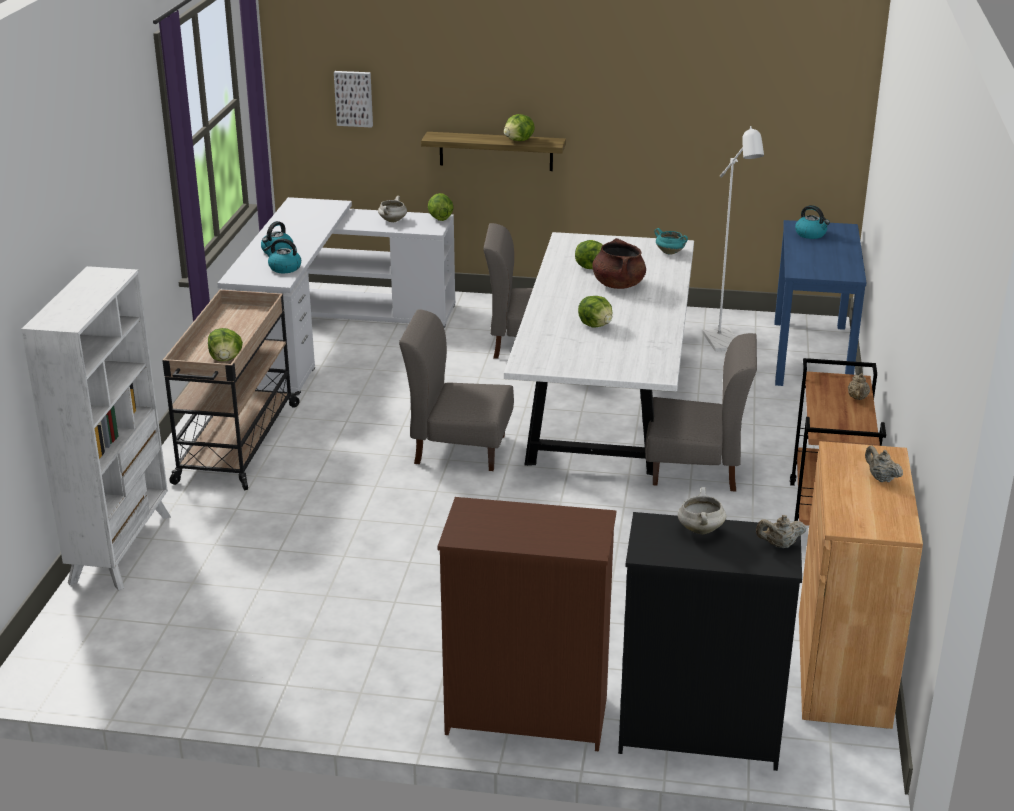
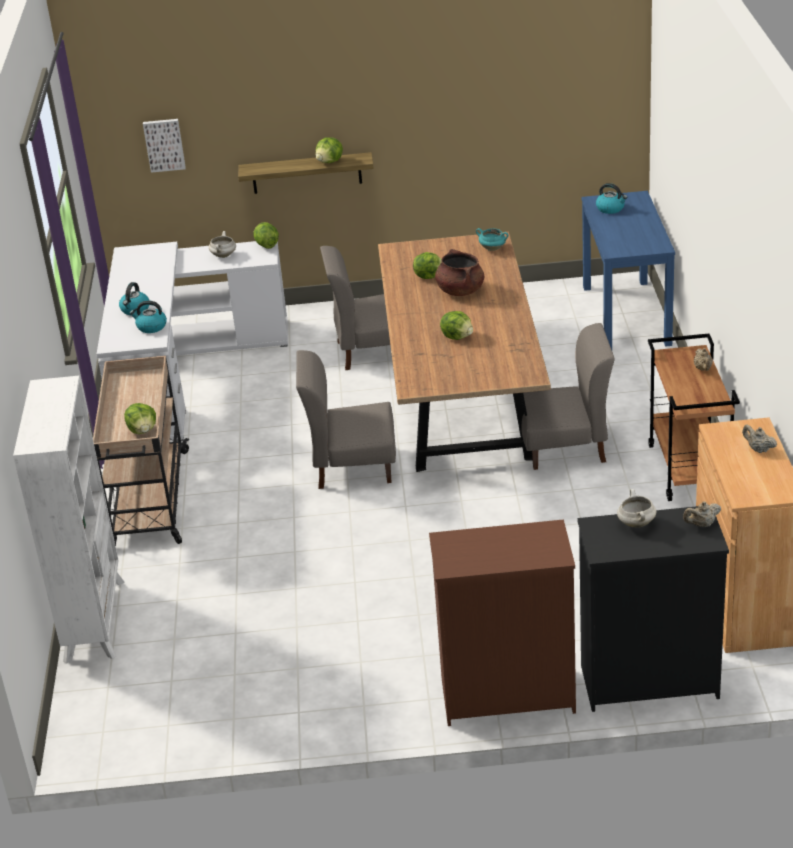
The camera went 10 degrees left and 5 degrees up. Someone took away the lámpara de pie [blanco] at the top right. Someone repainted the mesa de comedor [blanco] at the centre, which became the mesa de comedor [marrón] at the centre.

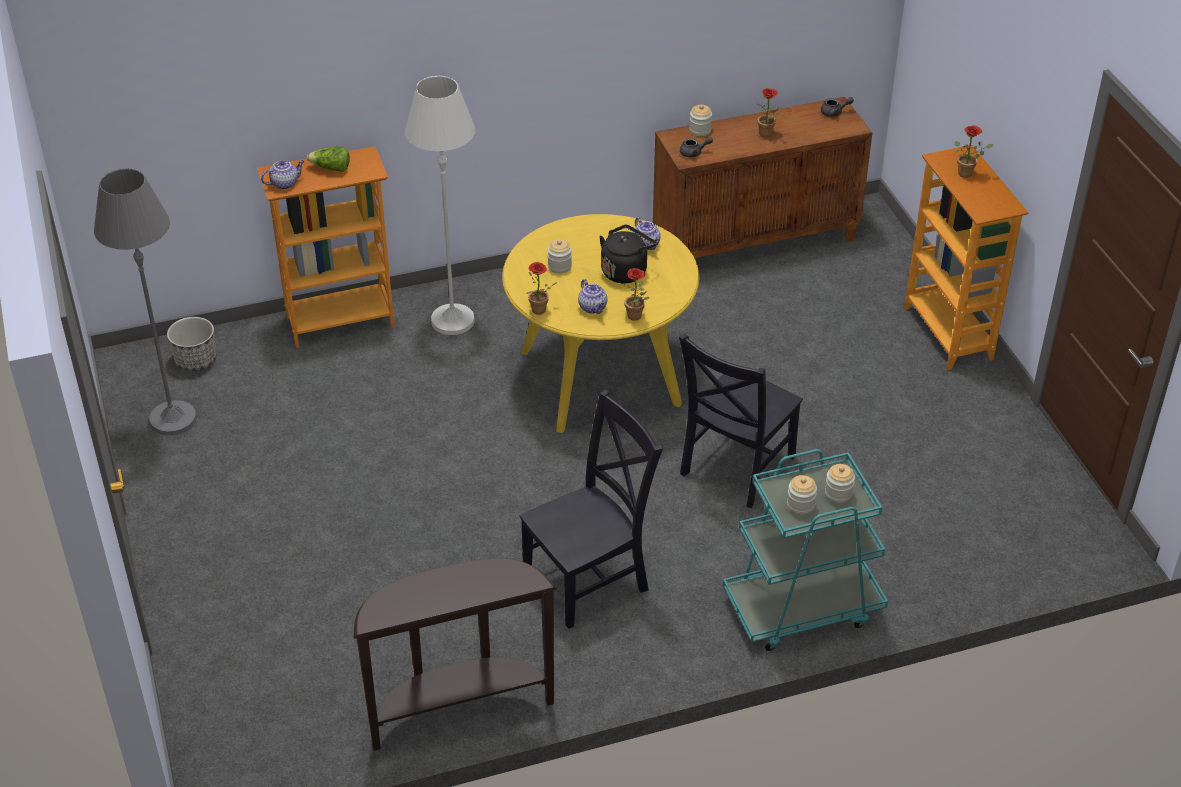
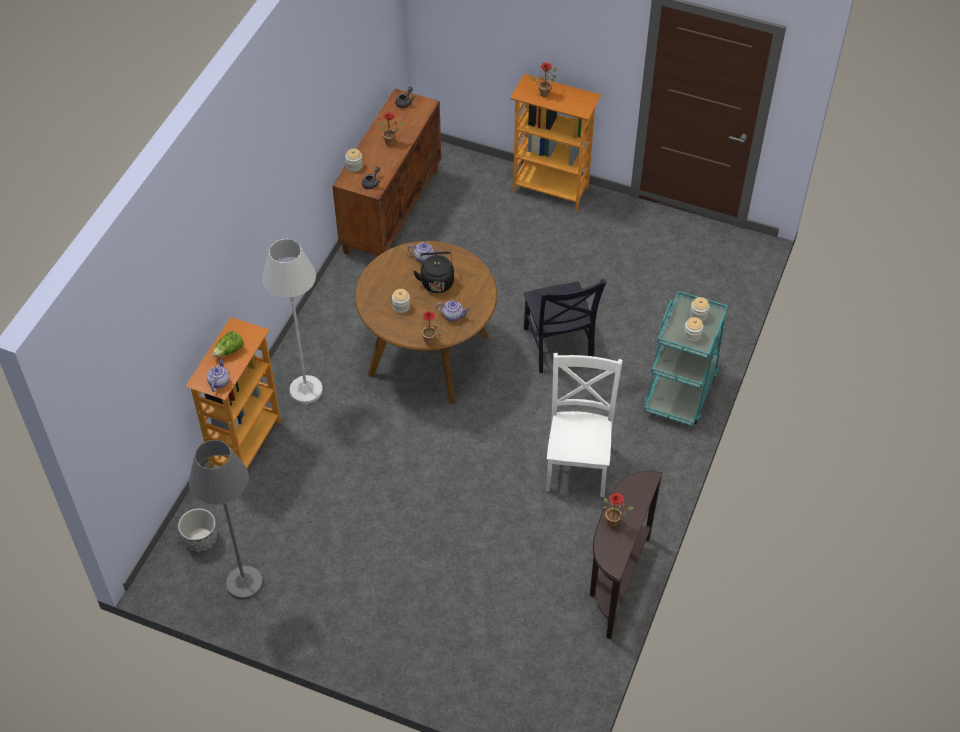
The camera went 50 degrees left and 10 degrees up. Someone repainted the mesa de comedor [amarillo] at the centre, which became the mesa de comedor [marrón] at the centre. Someone carried the planta en maceta (2nd from left in the first image) from the centre to the bottom centre. Someone repainted the silla [negro] (1st from left) at the centre, which became the silla [blanco] at the centre.

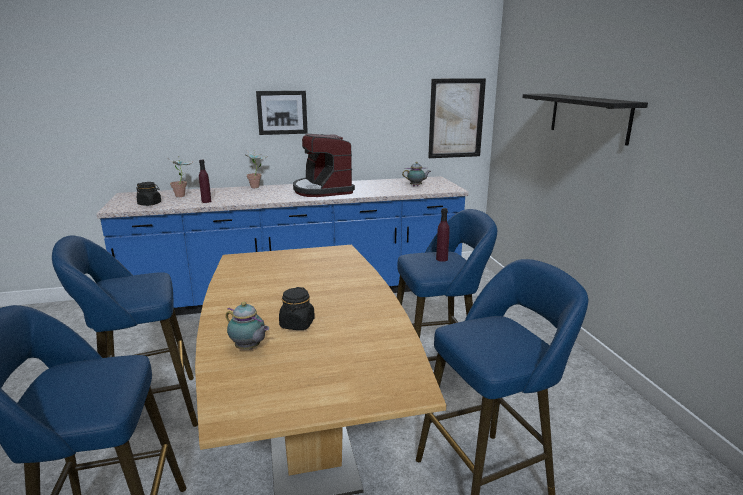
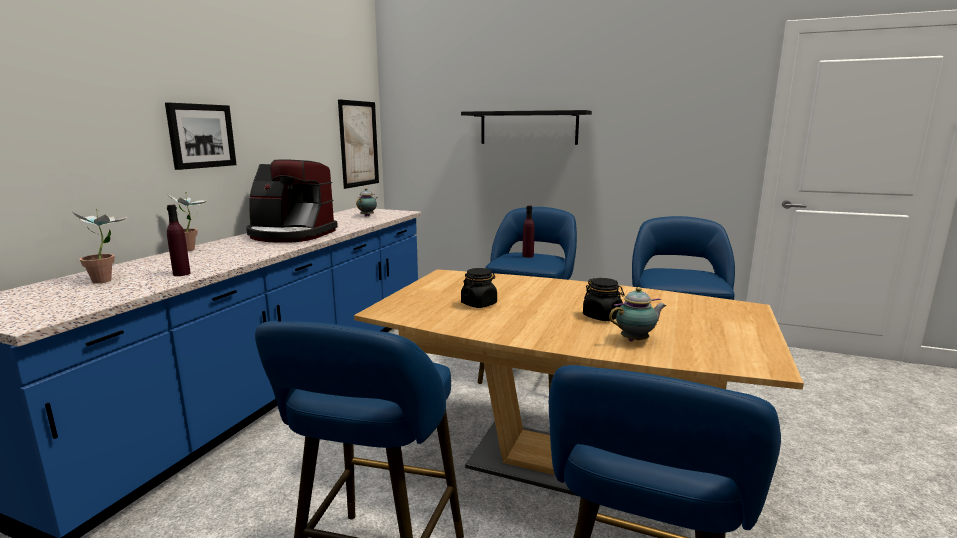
The camera went 55 degrees left and 5 degrees down. Someone carried the tarro [negro] (1st from left) from the middle left to the centre.

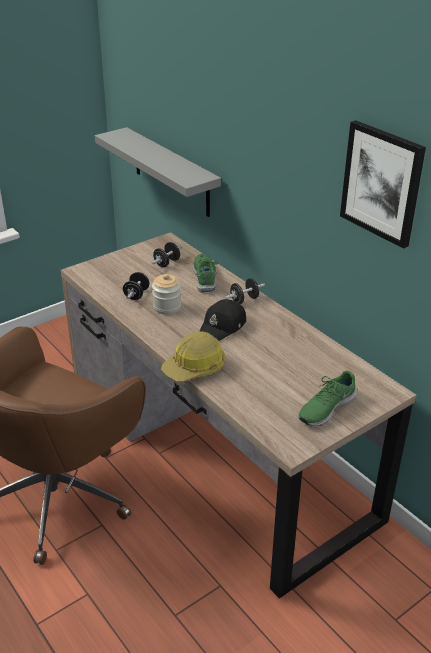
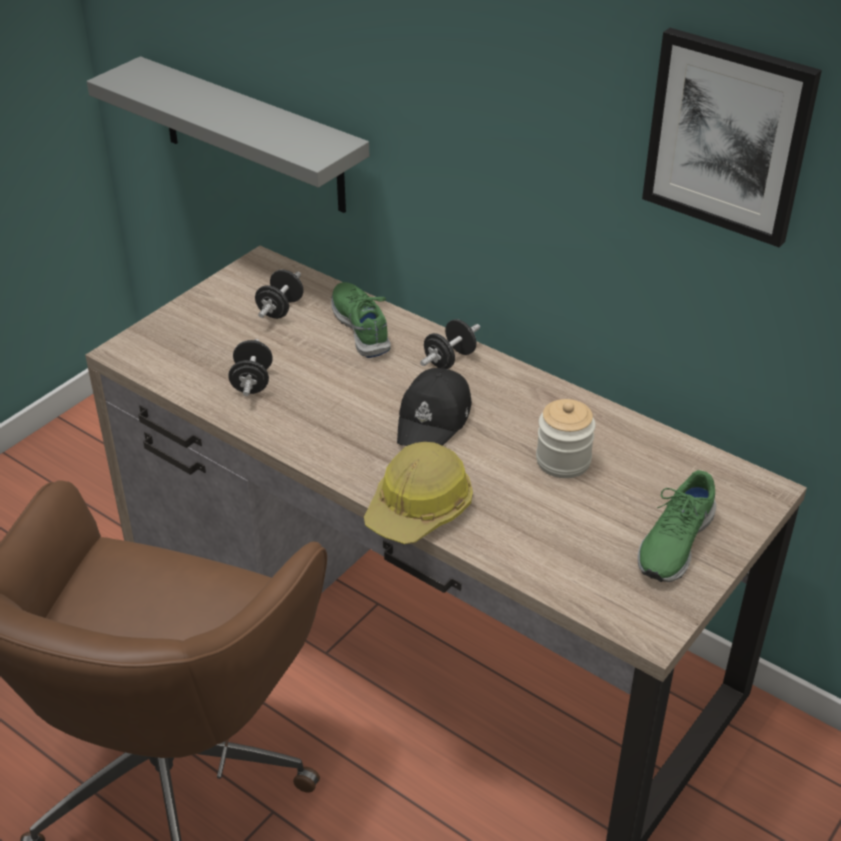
The camera went 15 degrees left and 5 degrees up. Someone carried the tarro from the centre to the middle right.

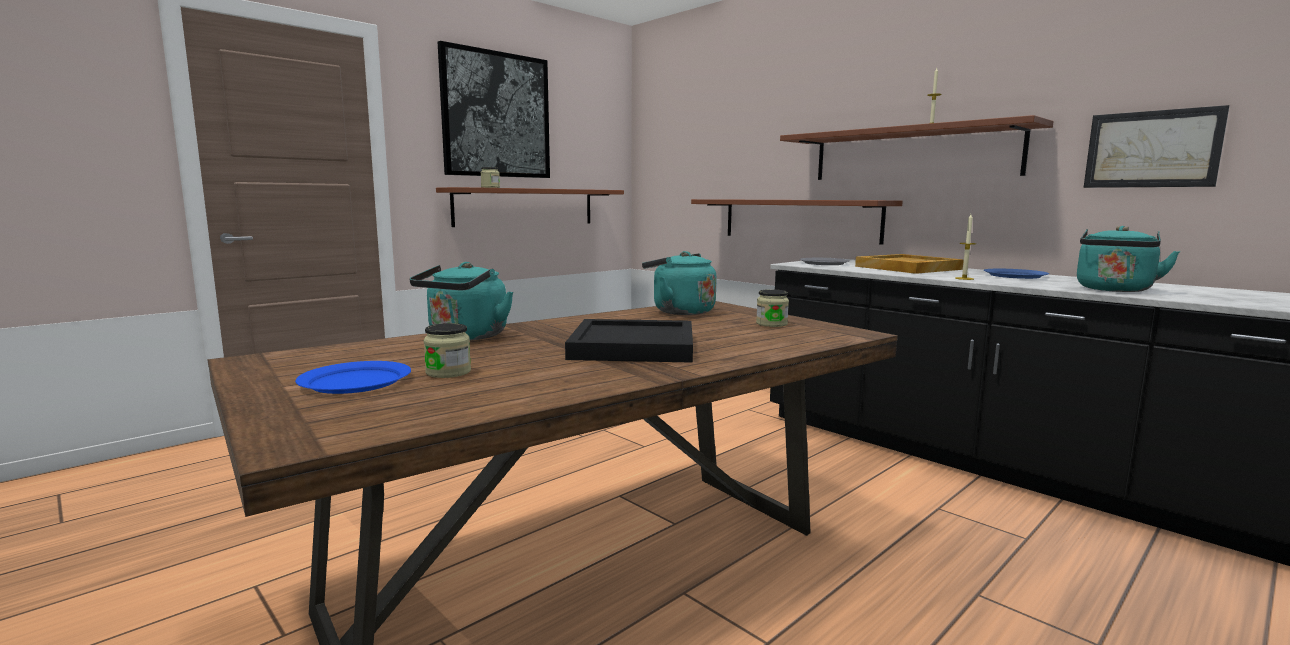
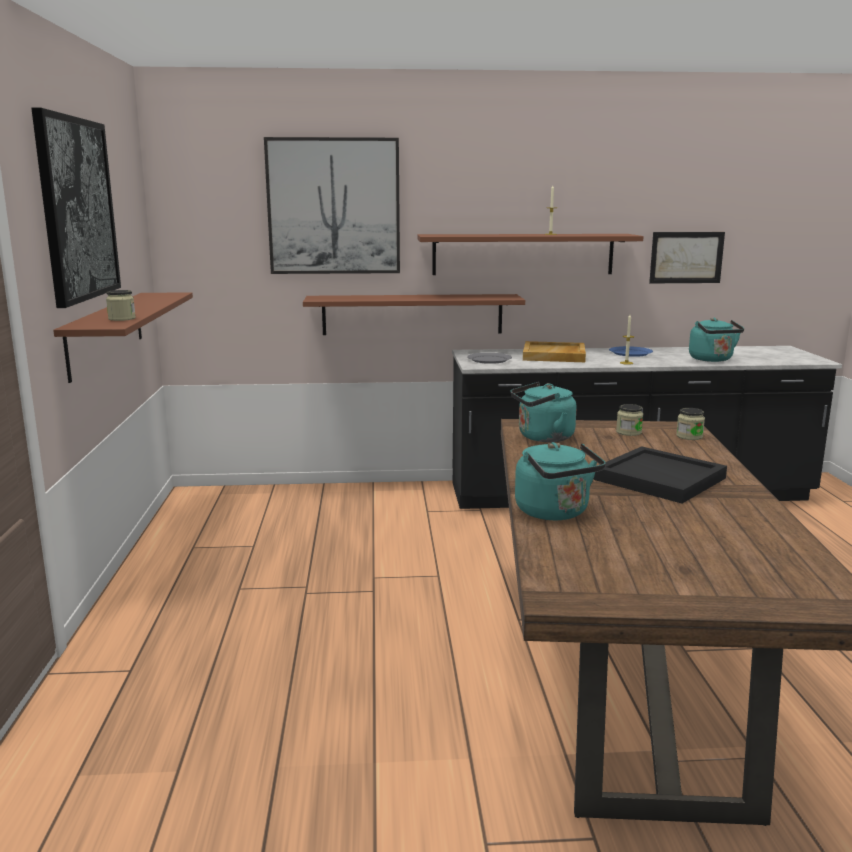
The camera went 50 degrees left and 5 degrees up. Someone carried the tarro (1st from left in the first image) from the centre to the middle right. Someone took away the plato [azul] (1st from left) at the middle left. Someone put up the cuadro (2nd from left) at the top centre.

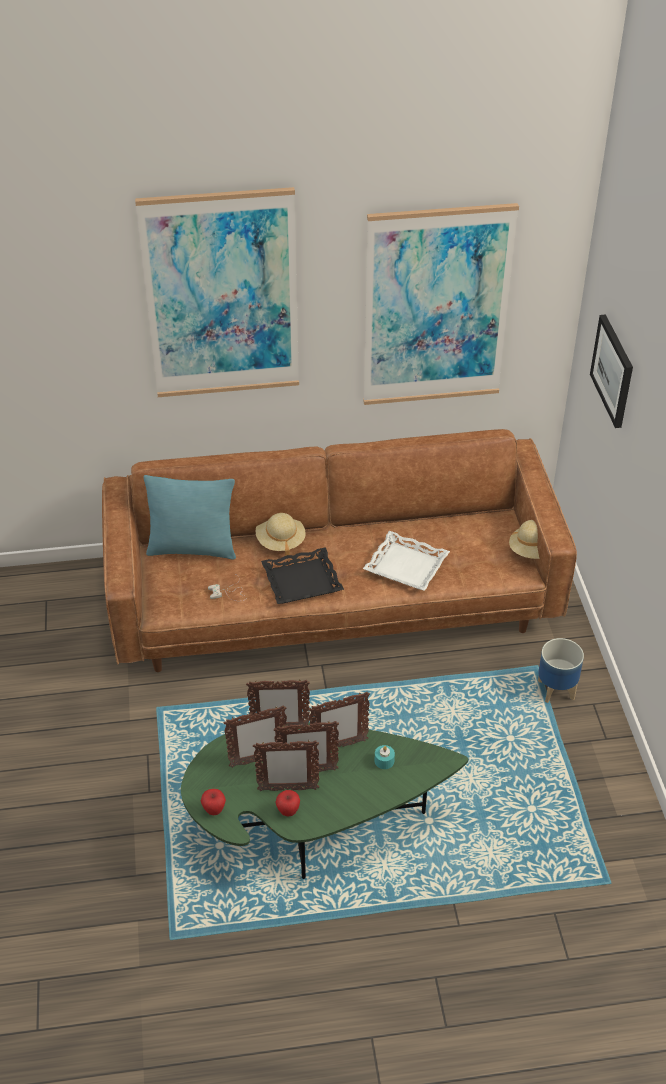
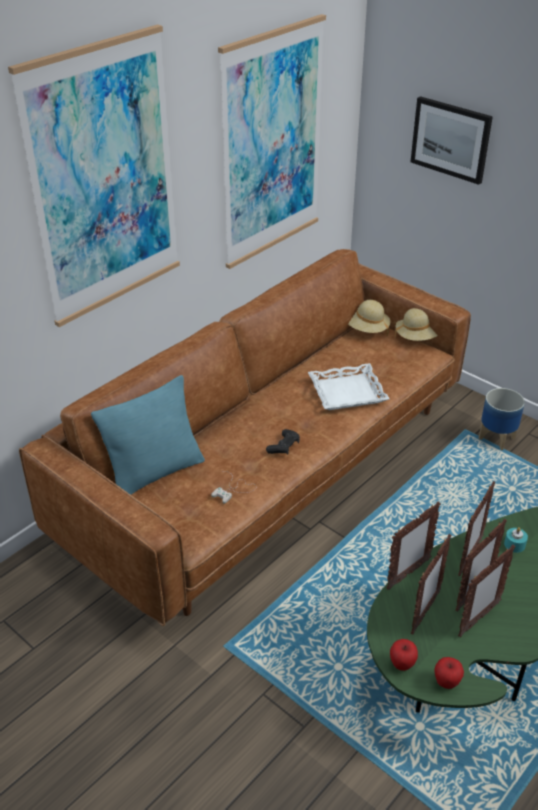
The camera went 40 degrees left and 5 degrees down. Someone carried the sombrero [beis] (1st from left) from the centre to the middle right. Someone swapped the bandeja [negro] at the centre for the mando de consola [negro] at the centre. Someone carried the manzana (2nd from left in the first image) from the bottom centre to the bottom right.

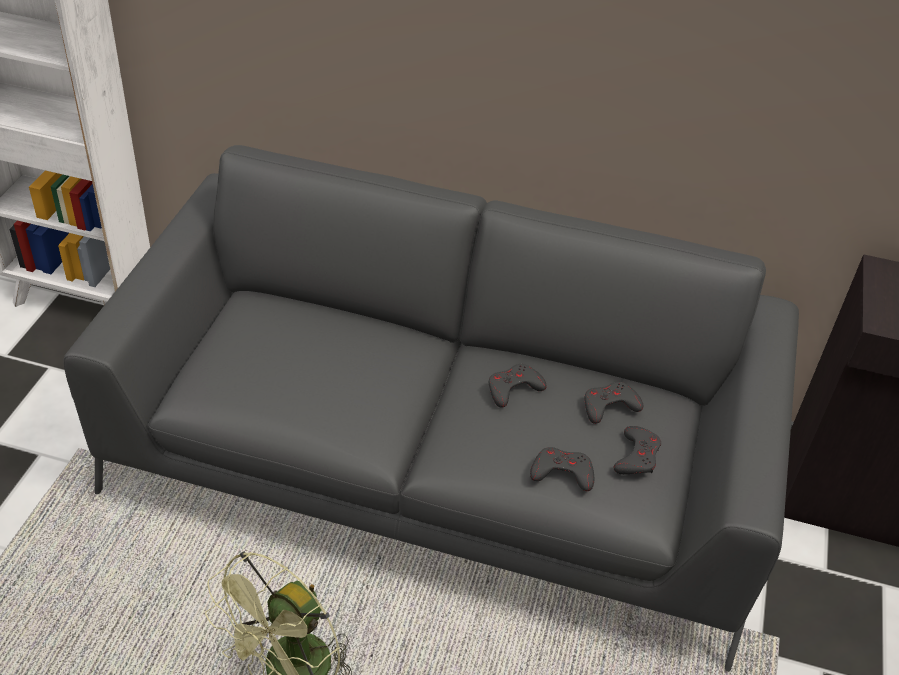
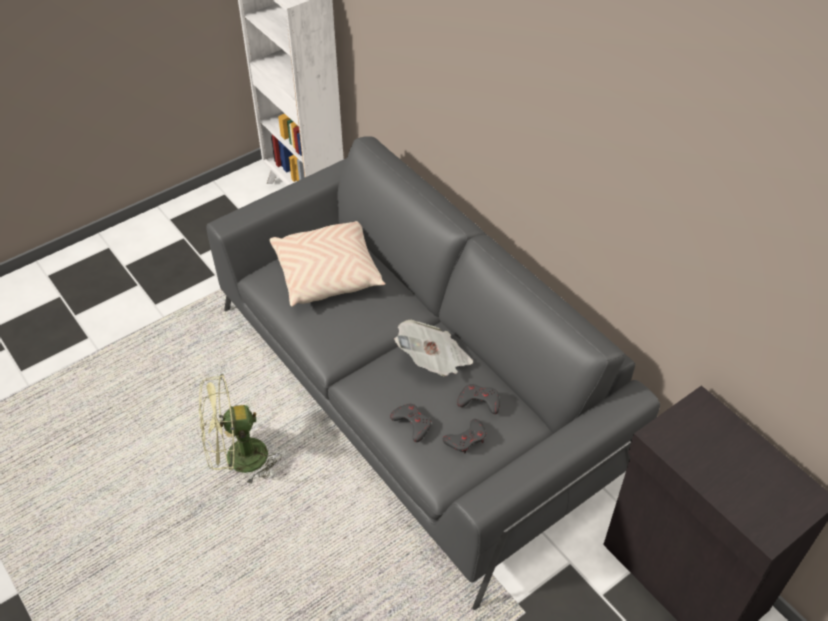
The camera went 40 degrees right and 5 degrees up. Someone swapped the mando de consola [gris] (1st from left) at the centre for the periódico at the centre. Someone put down the cojín [beis] at the centre.

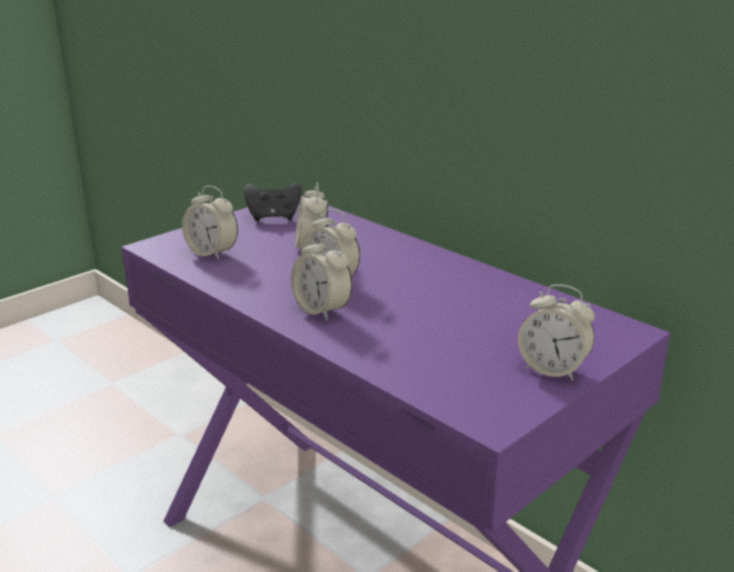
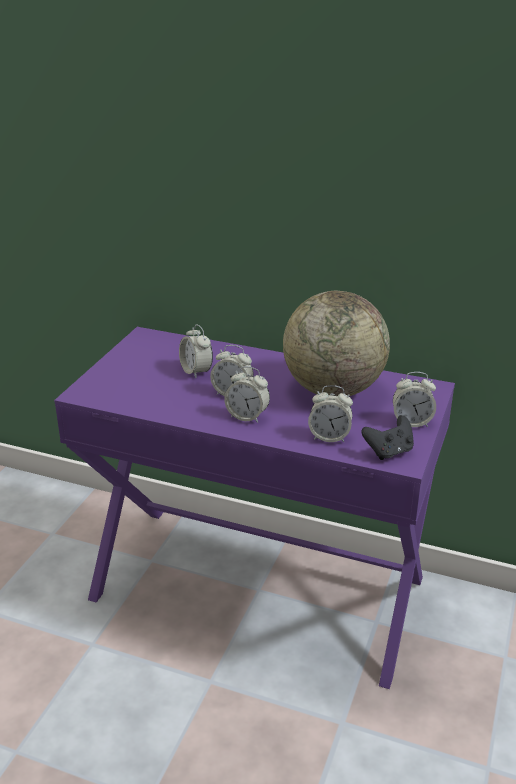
The camera went 25 degrees left and 5 degrees up. Someone carried the mando de consola [negro] from the centre to the middle right. Someone carried the despertador (1st from left in the first image) from the middle left to the centre. Someone put down the globo terráqueo at the centre.

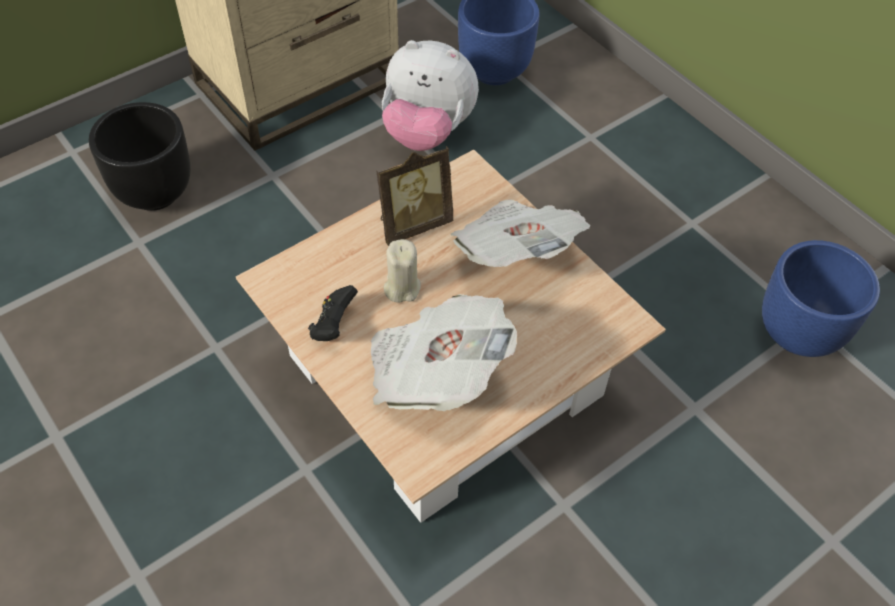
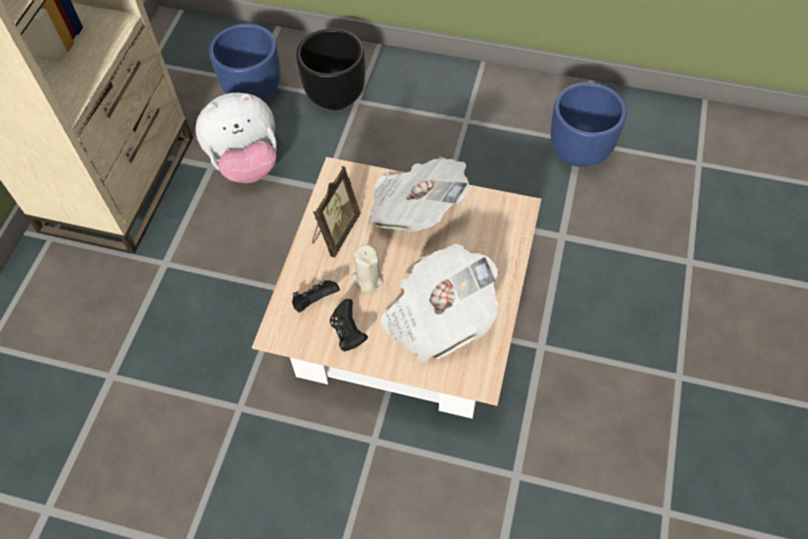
The camera went 35 degrees left and 5 degrees up. Someone carried the maceta [negro] from the top left to the top centre. Someone put down the mando de consola [negro] (1st from left) at the centre.

